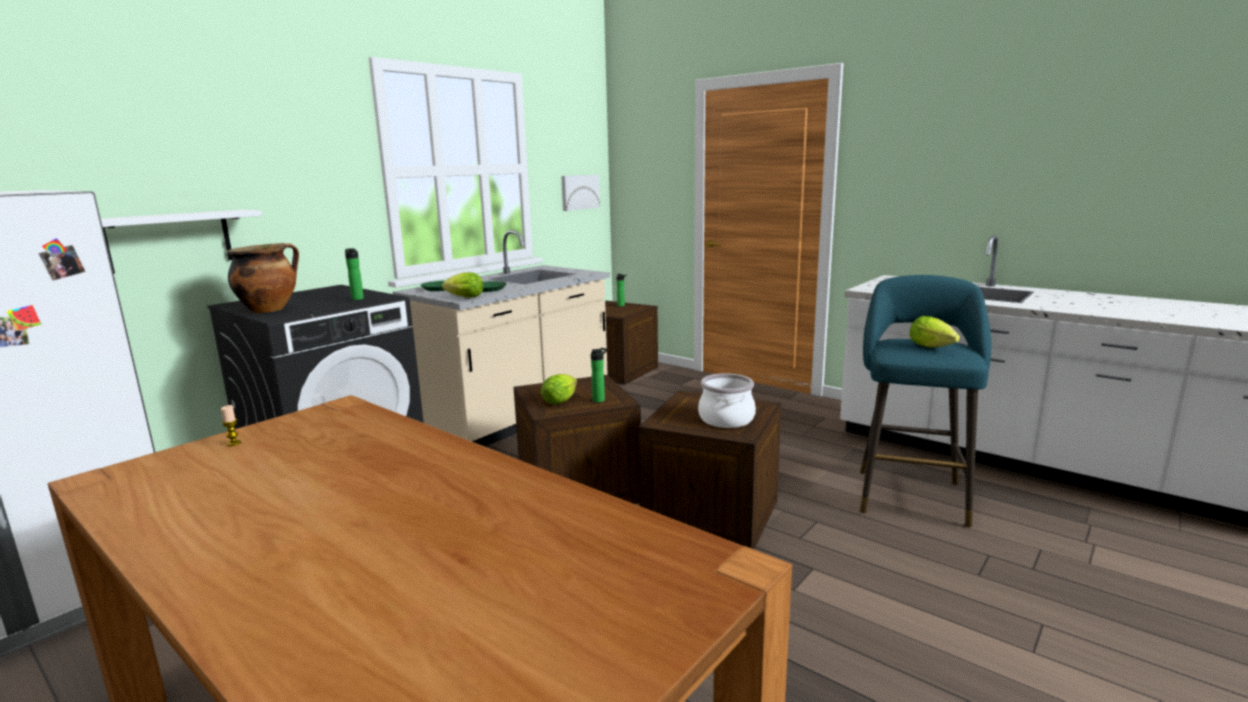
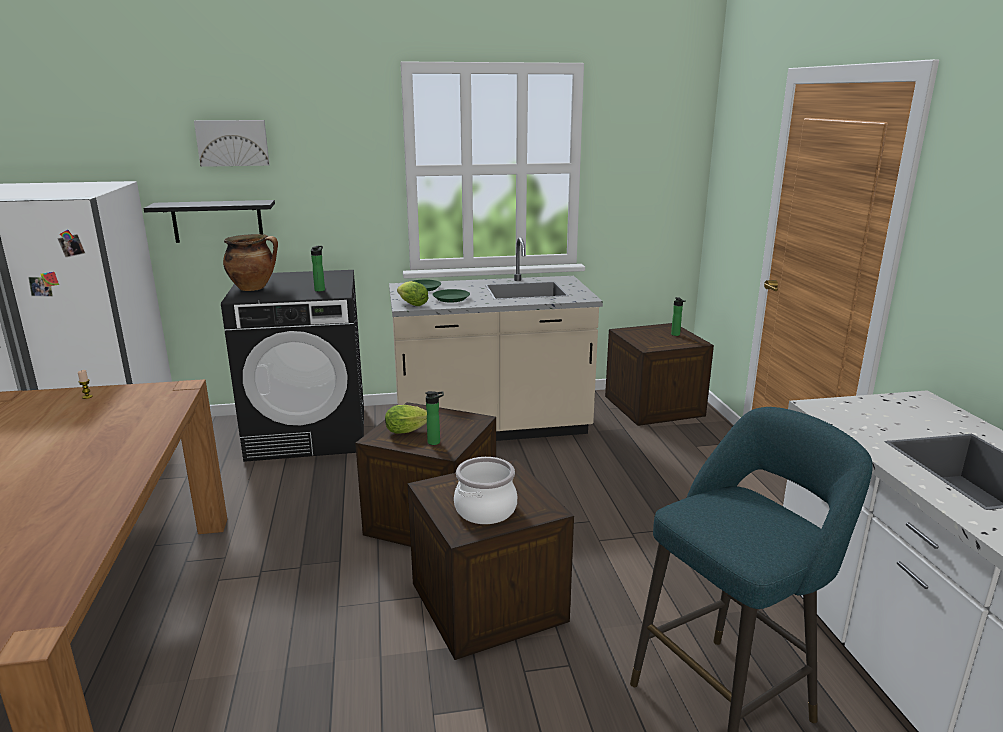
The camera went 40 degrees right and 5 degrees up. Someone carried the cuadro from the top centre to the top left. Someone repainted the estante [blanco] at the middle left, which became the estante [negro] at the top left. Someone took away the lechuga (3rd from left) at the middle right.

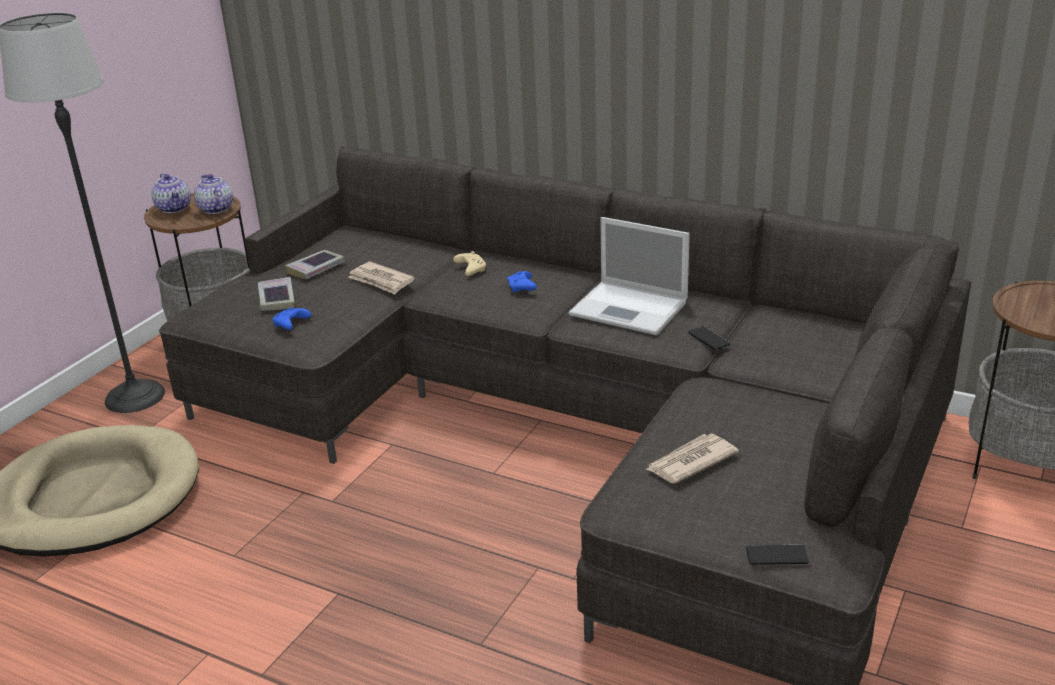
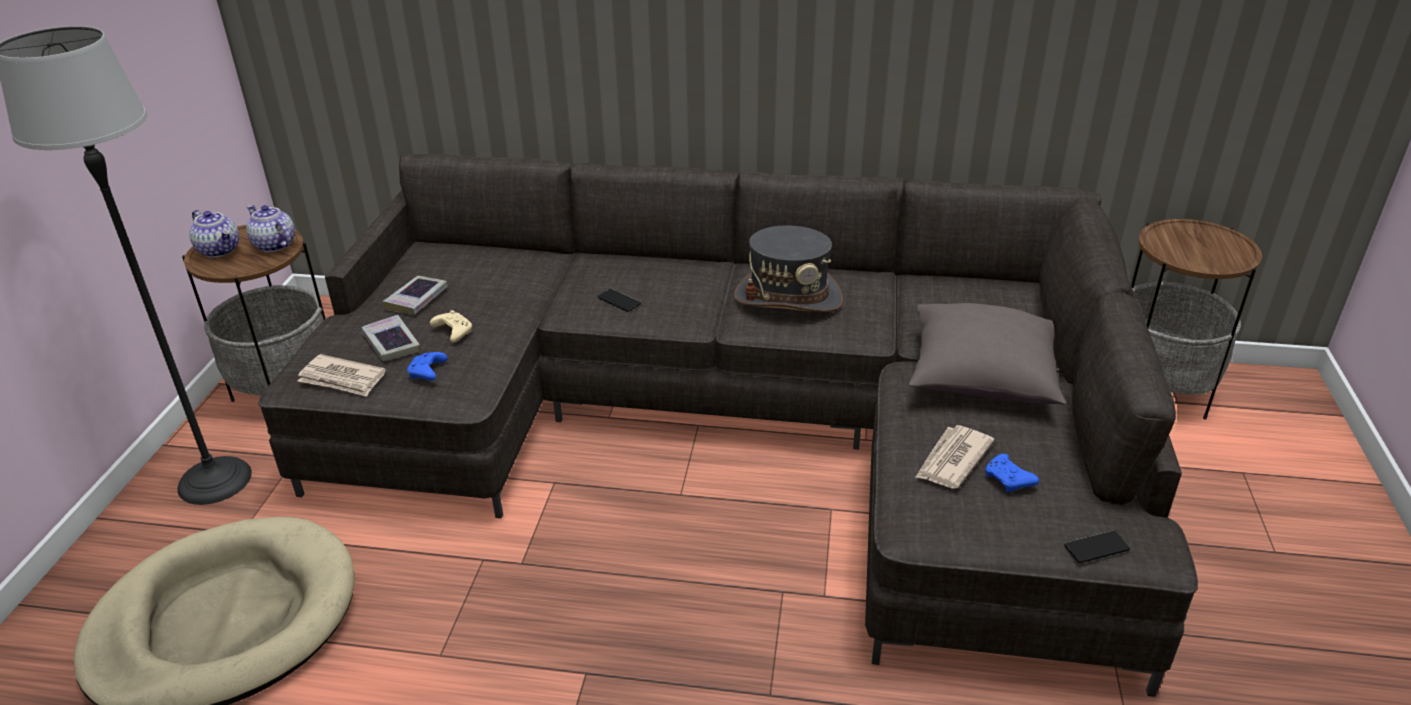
The camera went 20 degrees left and 5 degrees up. Someone swapped the portátil at the centre for the sombrero [gris] at the centre. Someone carried the mando de consola [beis] from the centre to the middle left. Someone carried the periódico (1st from left) from the centre to the middle left. Someone carried the mando de consola [azul] (2nd from left) from the centre to the bottom right. Someone carried the móvil (1st from left) from the middle right to the centre. Someone put down the cojín [gris] at the middle right.

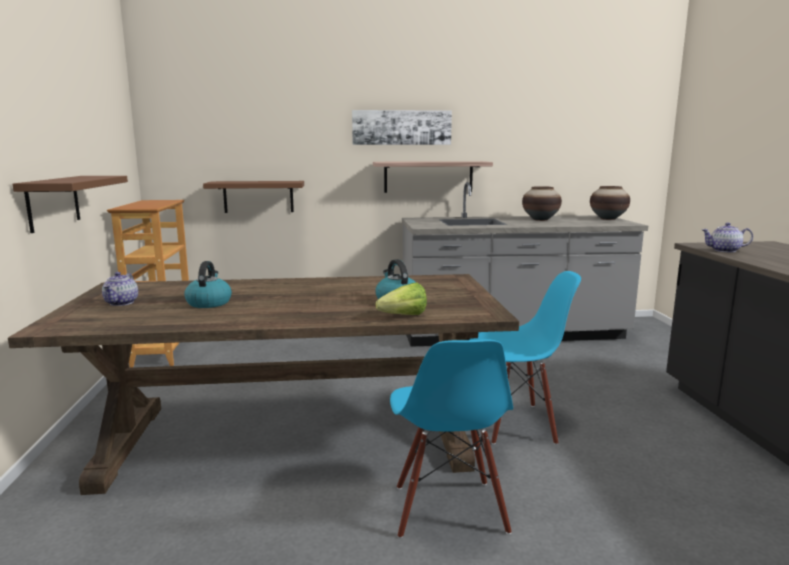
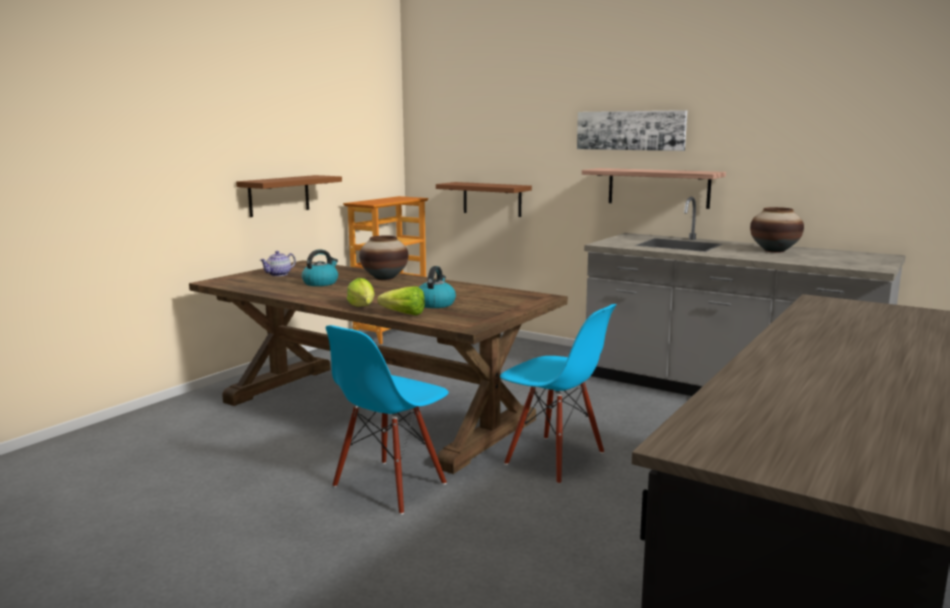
The camera went 40 degrees right and 0 degrees up. Someone carried the florero (2nd from left in the first image) from the middle right to the centre. Someone took away the tetera (2nd from left) at the middle right. Someone put down the lechuga (1st from left) at the centre.

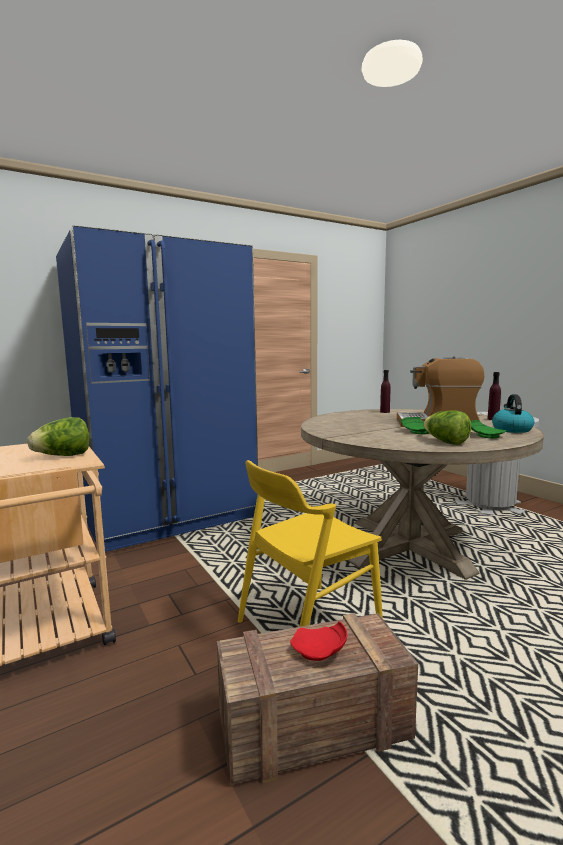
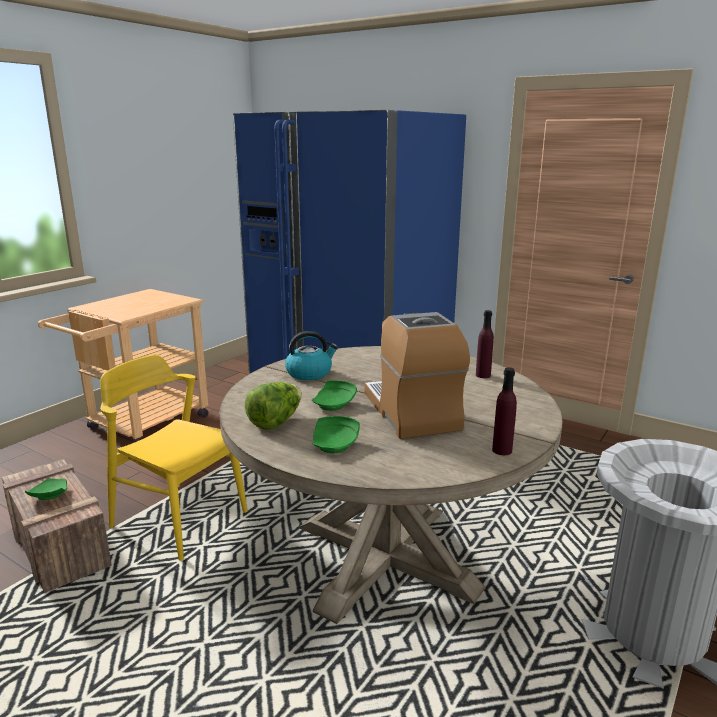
The camera went 65 degrees right and 10 degrees up. Someone carried the hervidor from the middle right to the centre. Someone took away the lechuga (1st from left) at the middle left. Someone repainted the plato [rojo] at the bottom centre, which became the plato [verde] (1st from left) at the bottom left.

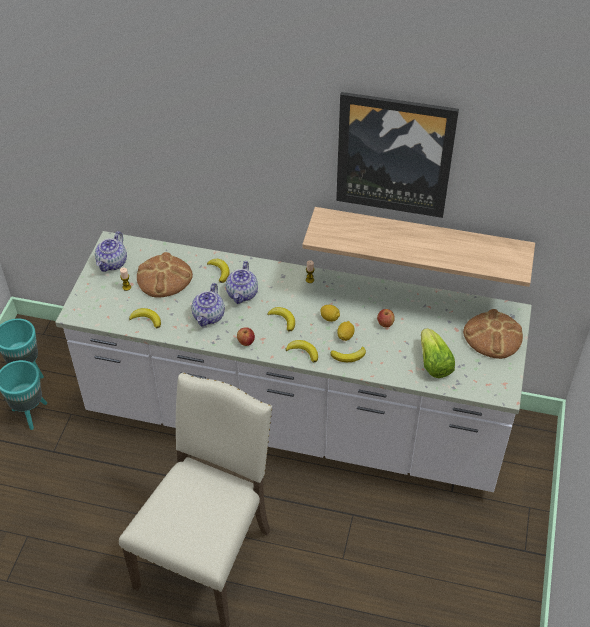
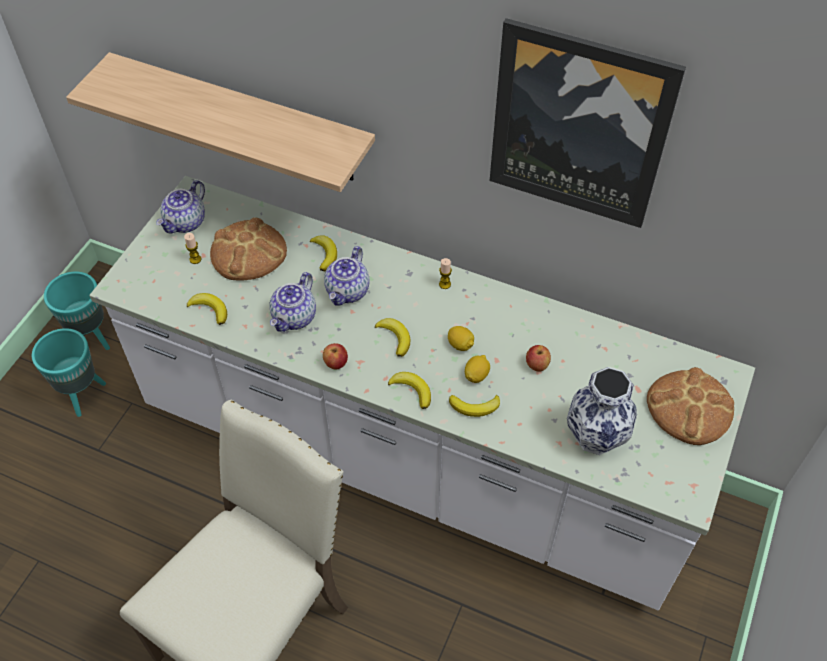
The camera went 10 degrees right and 5 degrees up. Someone carried the estante from the middle right to the top left. Someone swapped the lechuga at the middle right for the florero at the middle right.

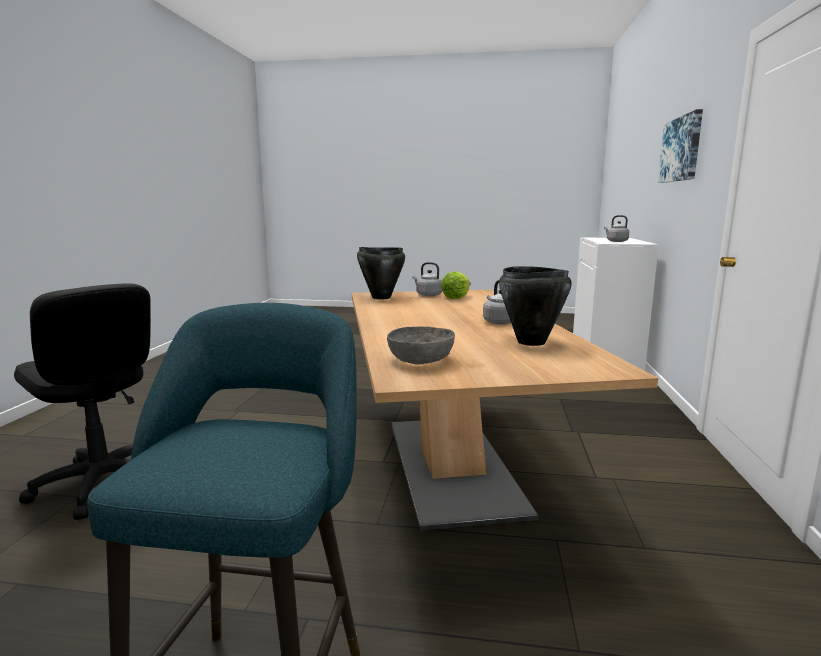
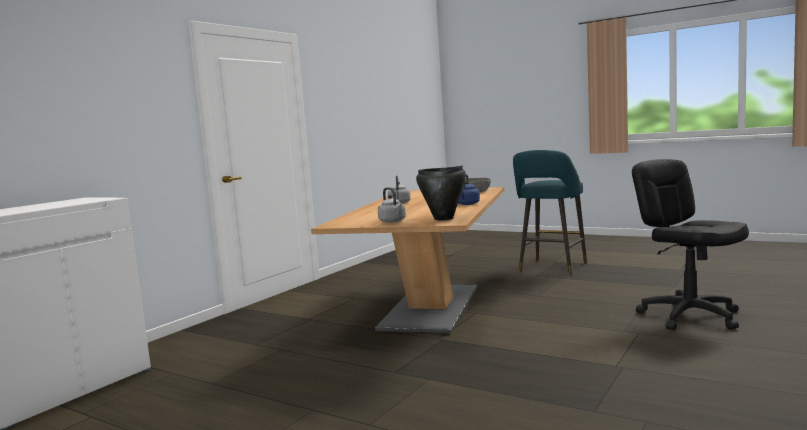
The camera went 155 degrees left and 5 degrees down. Someone took away the cuadro at the top right. Someone took away the hervidor [gris] (3rd from left) at the middle right. Someone took away the olla [negro] (2nd from left) at the centre. Someone took away the lechuga at the centre. Someone put down the hervidor [azul] at the centre.

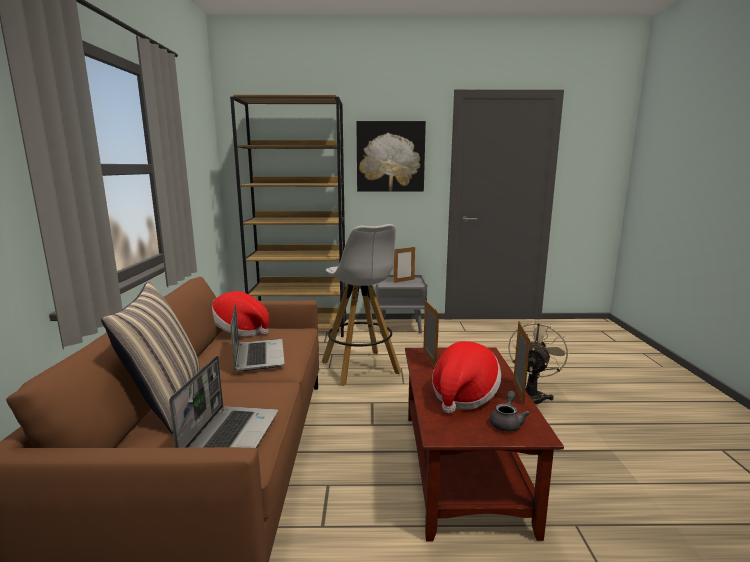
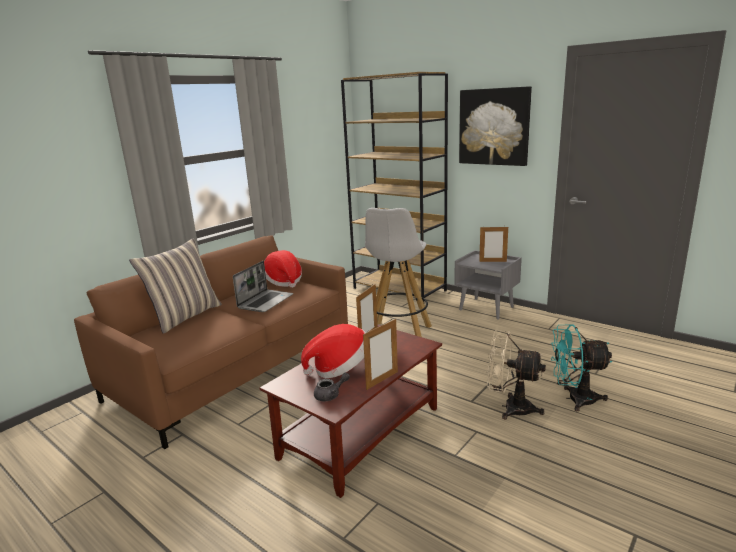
The camera went 40 degrees right and 5 degrees up. Someone rotated the ventilador [beis] at the middle right by 135 degrees counterclockwise. Someone took away the portátil (1st from left) at the bottom left. Someone put down the ventilador [turquesa] at the bottom right.

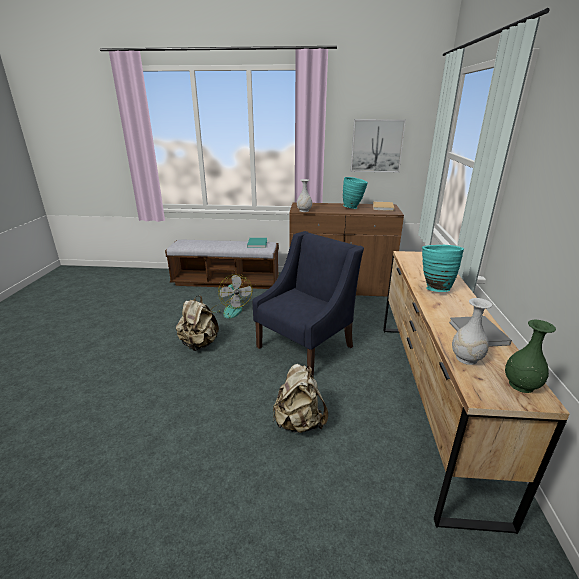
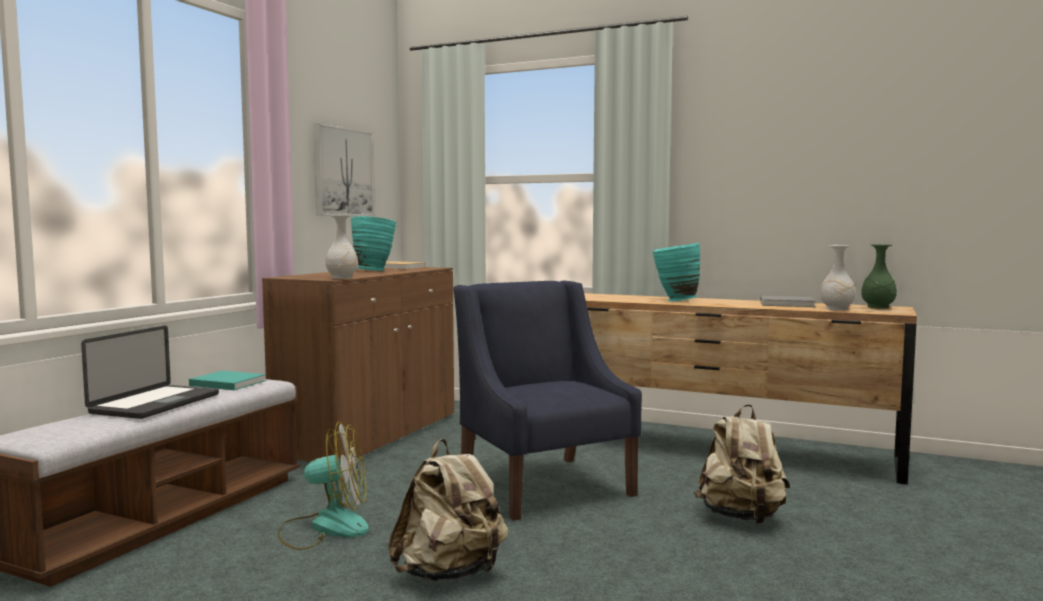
The camera went 70 degrees left and 20 degrees down. Someone put down the portátil at the middle left.

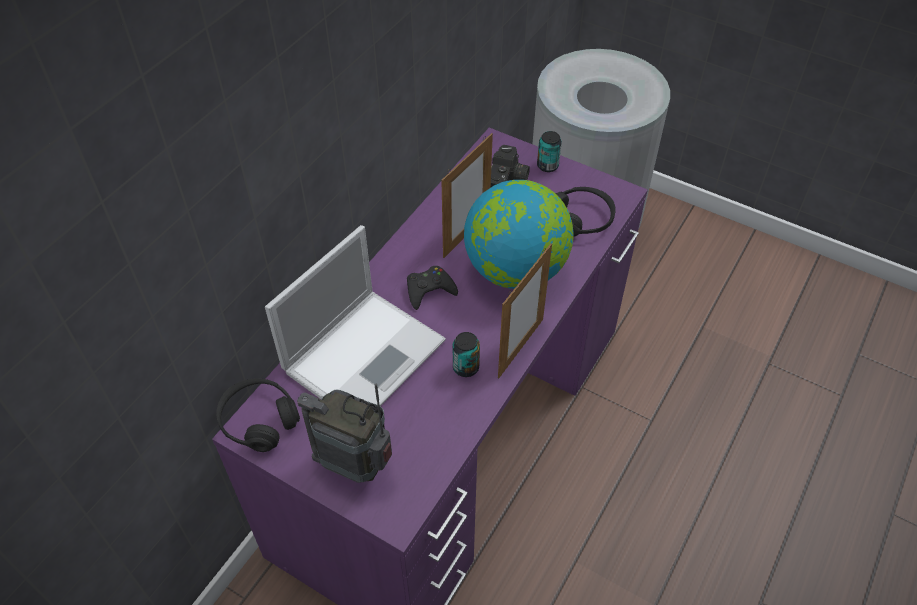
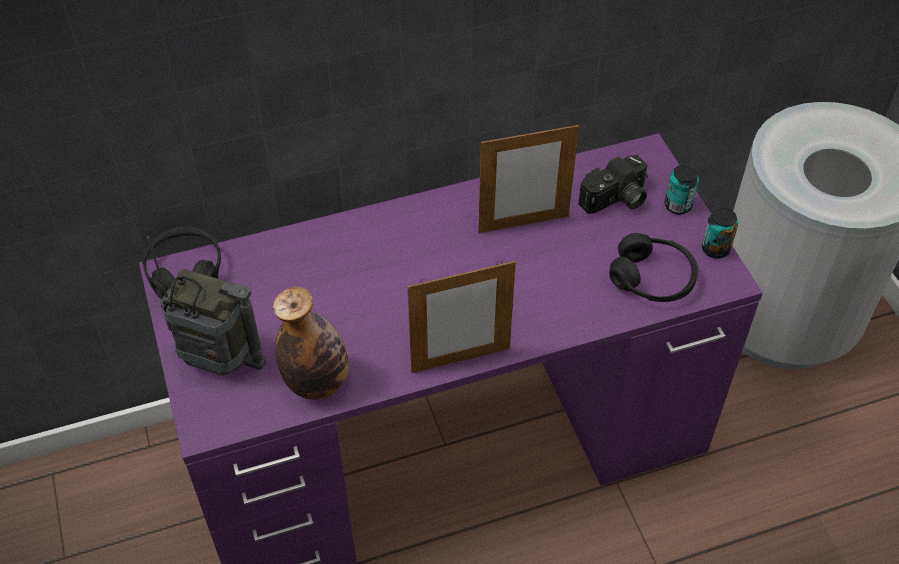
The camera went 40 degrees right and 0 degrees up. Someone took away the globo terráqueo at the centre. Someone took away the portátil at the centre. Someone took away the mando de consola [negro] at the centre. Someone carried the lata (1st from left in the first image) from the centre to the middle right. Someone rotated the radio at the bottom centre by 135 degrees clockwise. Someone put down the botella at the centre.

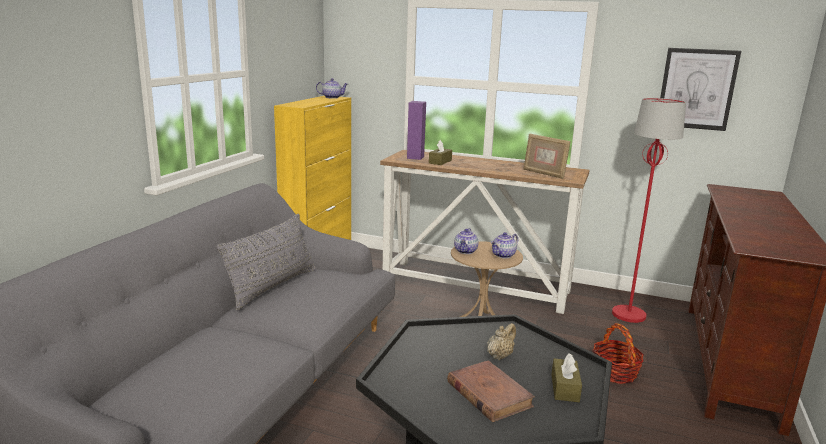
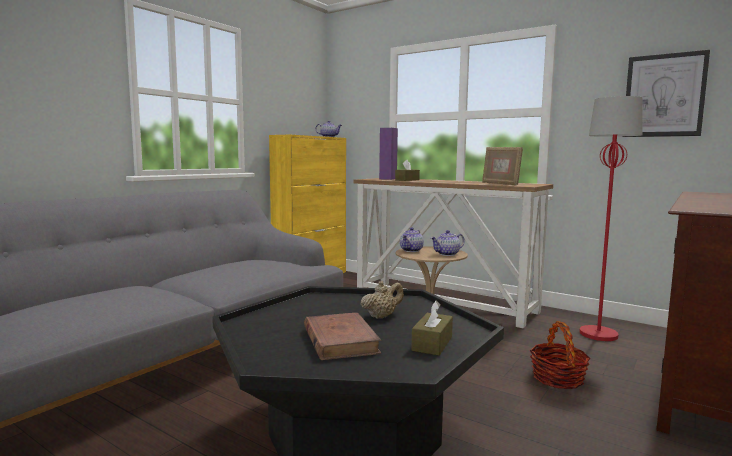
The camera went 15 degrees right and 10 degrees down. Someone took away the cojín [gris] at the middle left.

